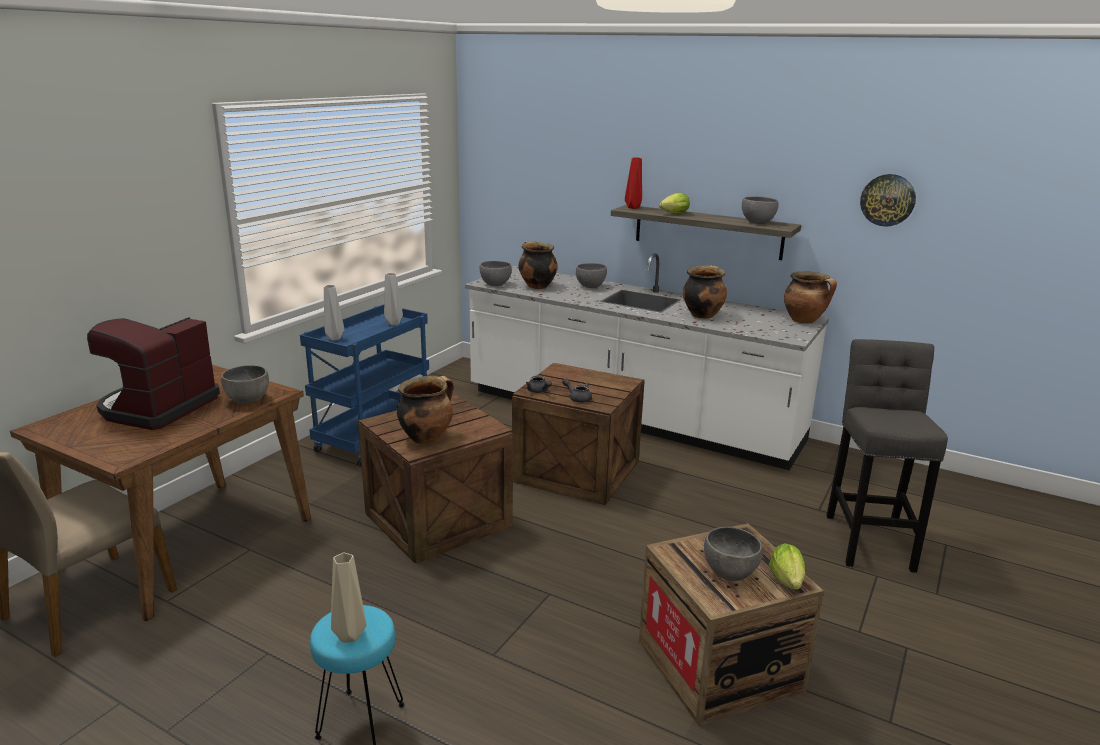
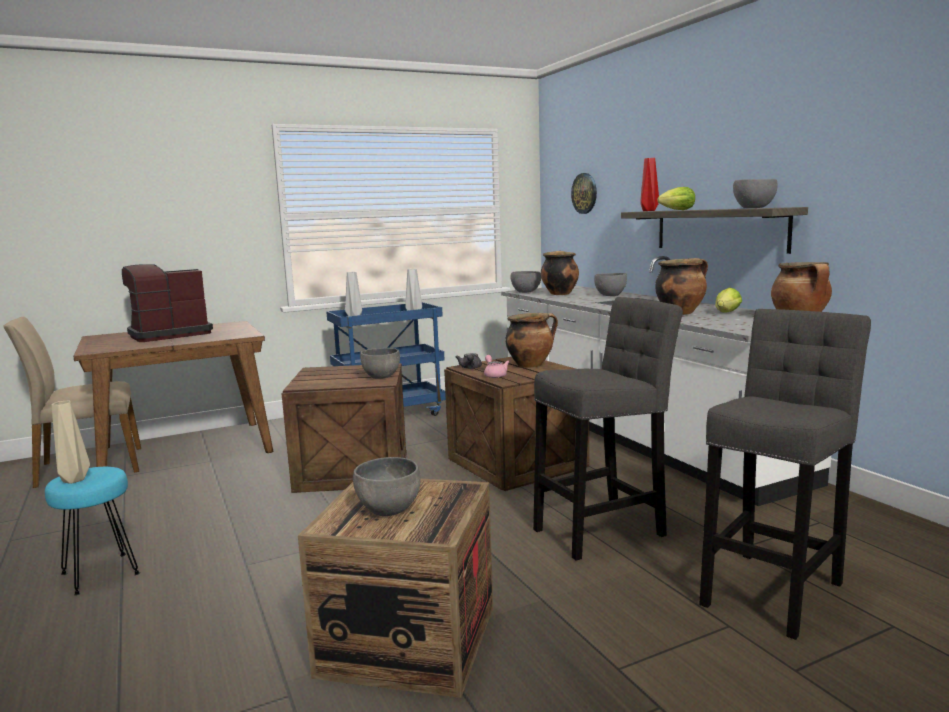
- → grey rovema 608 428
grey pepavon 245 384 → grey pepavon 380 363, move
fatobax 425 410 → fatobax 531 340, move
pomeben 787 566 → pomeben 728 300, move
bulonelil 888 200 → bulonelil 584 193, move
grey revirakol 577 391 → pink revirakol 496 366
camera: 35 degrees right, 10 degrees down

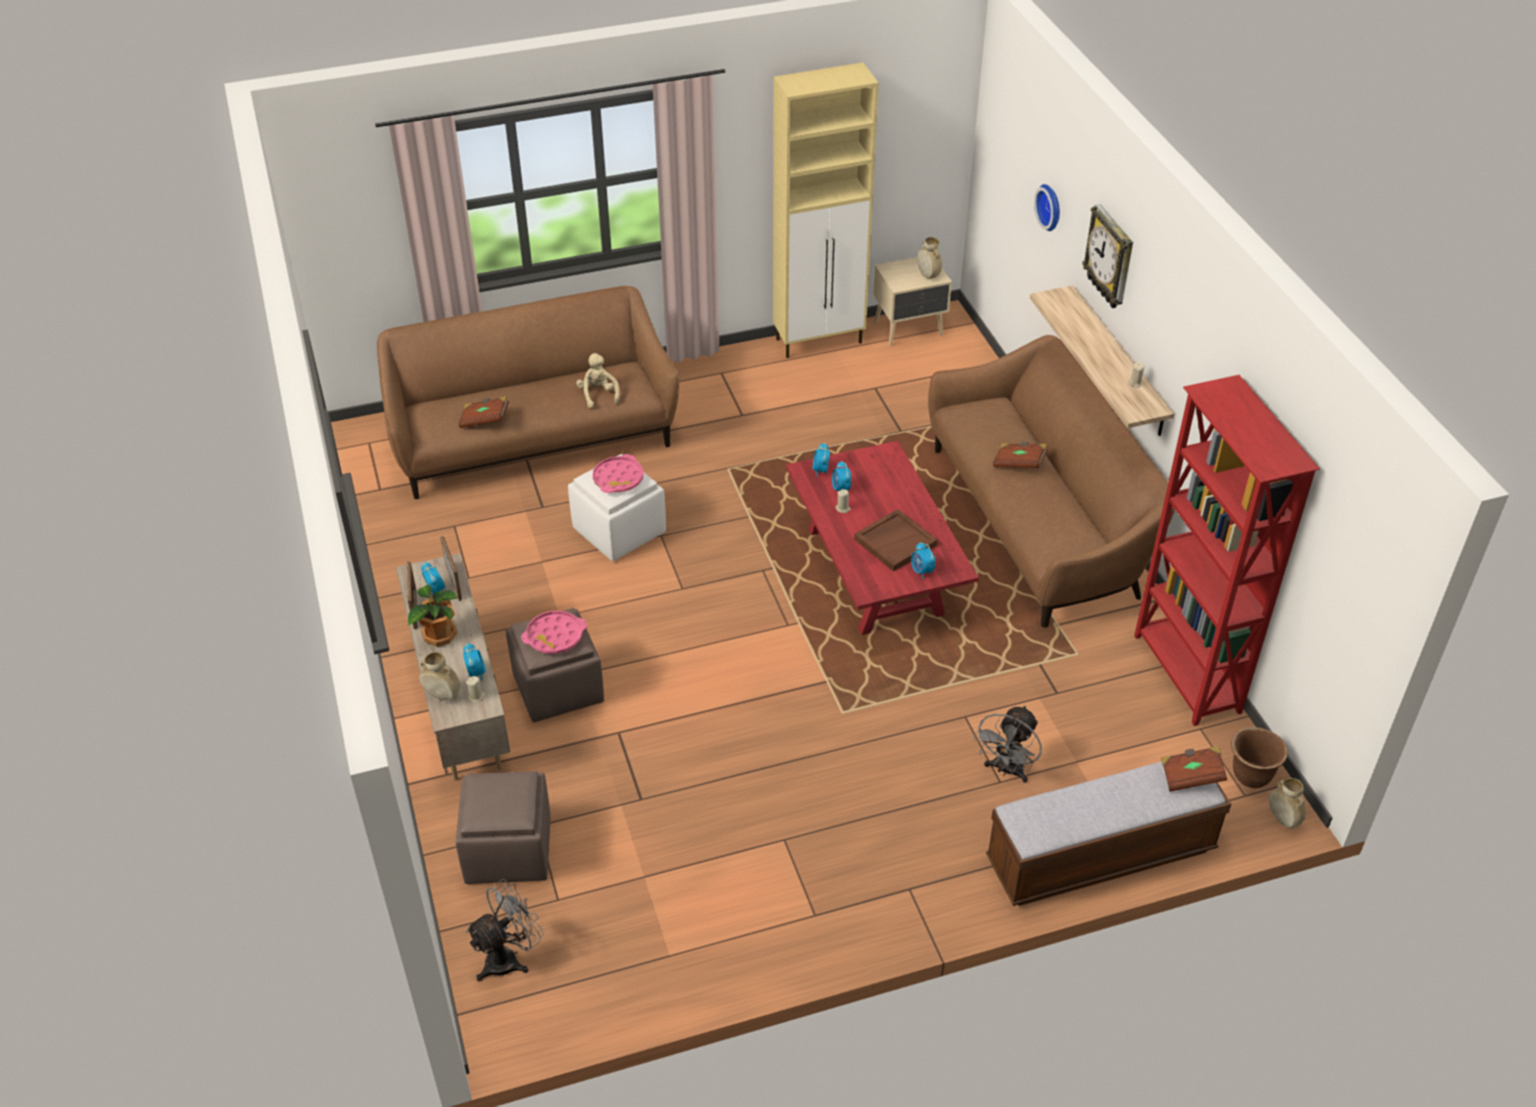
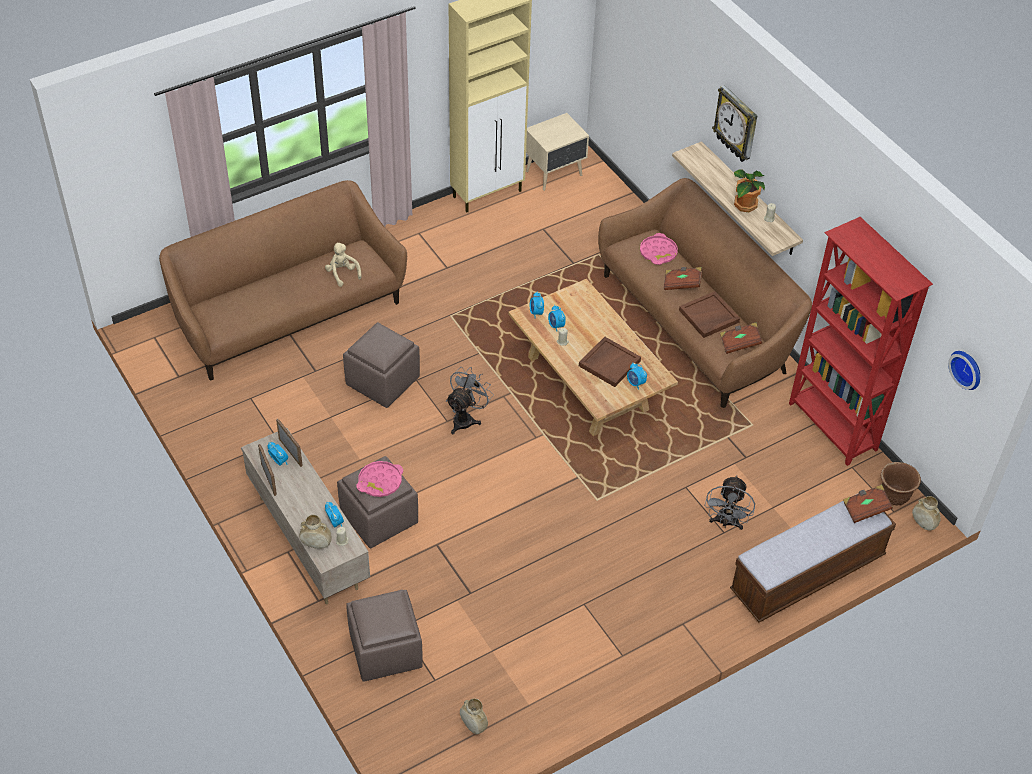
- → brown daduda 709 314
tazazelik 433 616 → tazazelik 749 190, move
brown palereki 483 412 → brown palereki 741 338, move
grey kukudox 505 930 → grey kukudox 470 400, move
pink daduda 618 473 → pink daduda 659 249, move
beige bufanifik 929 258 → beige bufanifik 474 716, move
bulonelil 1047 207 → bulonelil 964 370, move
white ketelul 617 507 → brown ketelul 381 365
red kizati 882 538 → beige kizati 593 357
camera: 15 degrees left, 5 degrees up

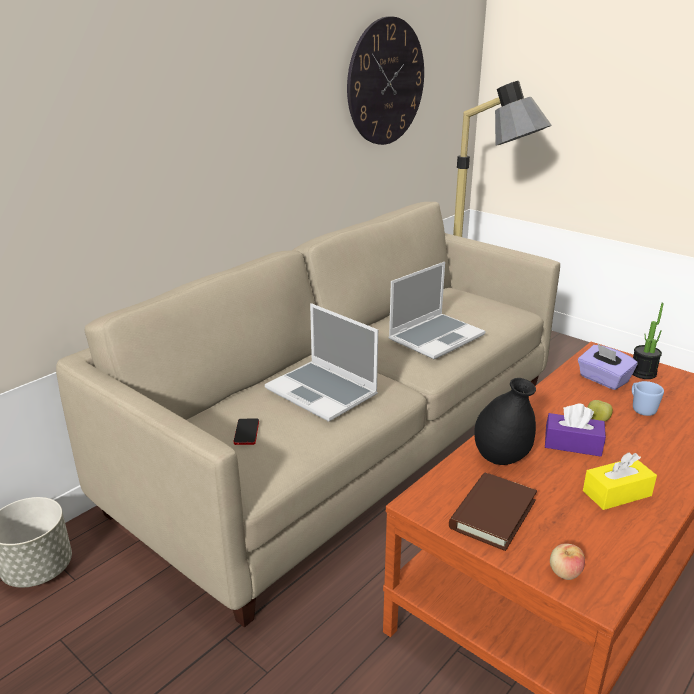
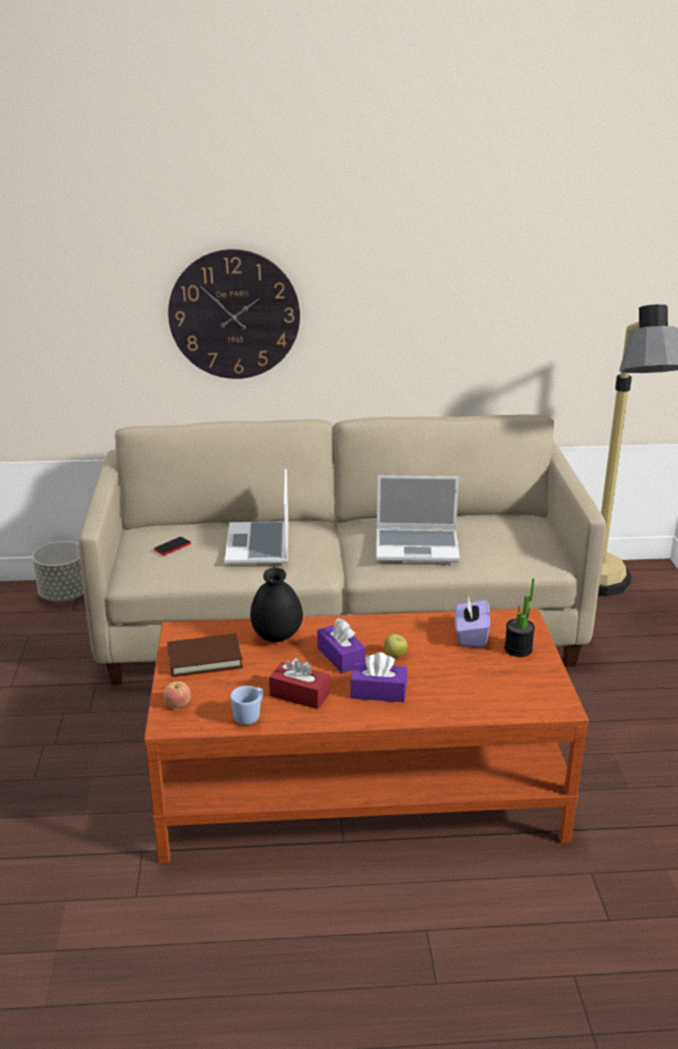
- → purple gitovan 378 677
bulonelil 385 80 → bulonelil 234 314, move
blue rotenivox 648 398 → blue rotenivox 246 705, move
yellow gitovan 620 481 → red gitovan 299 683
camera: 45 degrees right, 0 degrees up

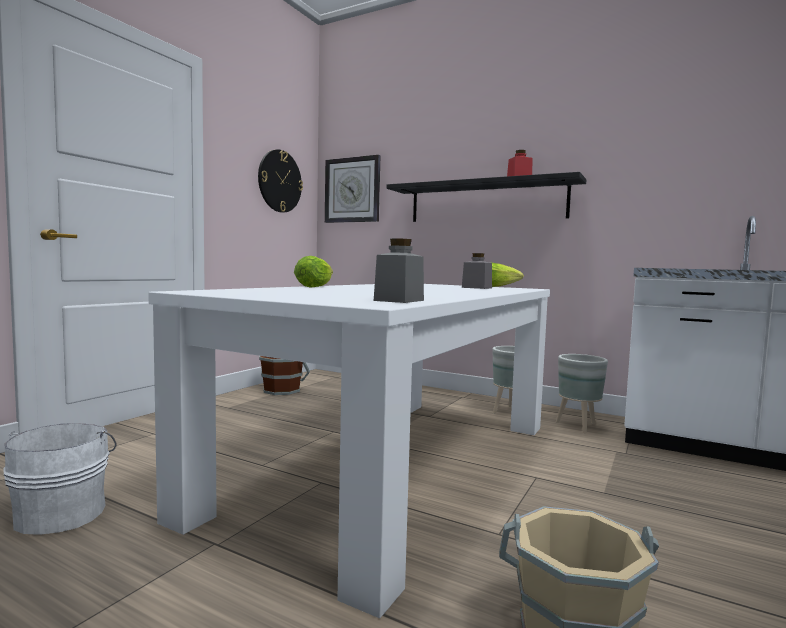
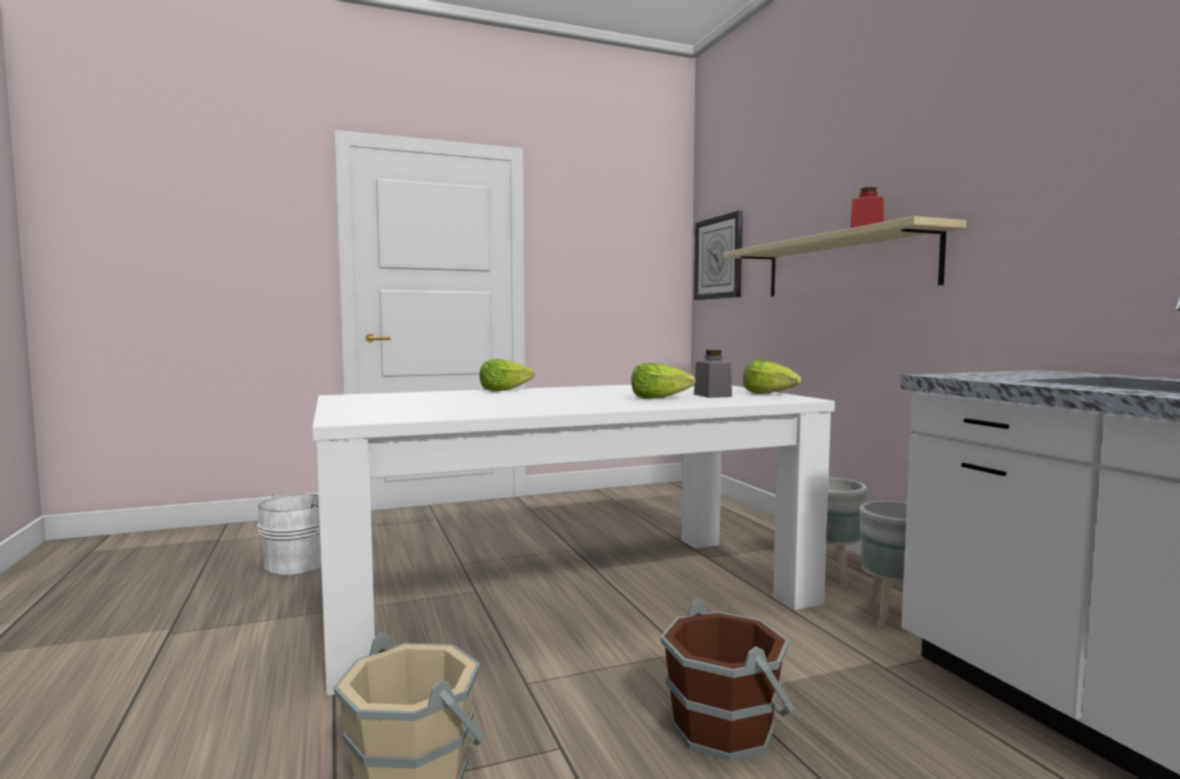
bulonelil 280 180 → -
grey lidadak 399 270 → -
- → pomeben 664 381
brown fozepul 284 375 → brown fozepul 728 680, move
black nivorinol 487 197 → beige nivorinol 845 256
camera: 40 degrees right, 0 degrees up

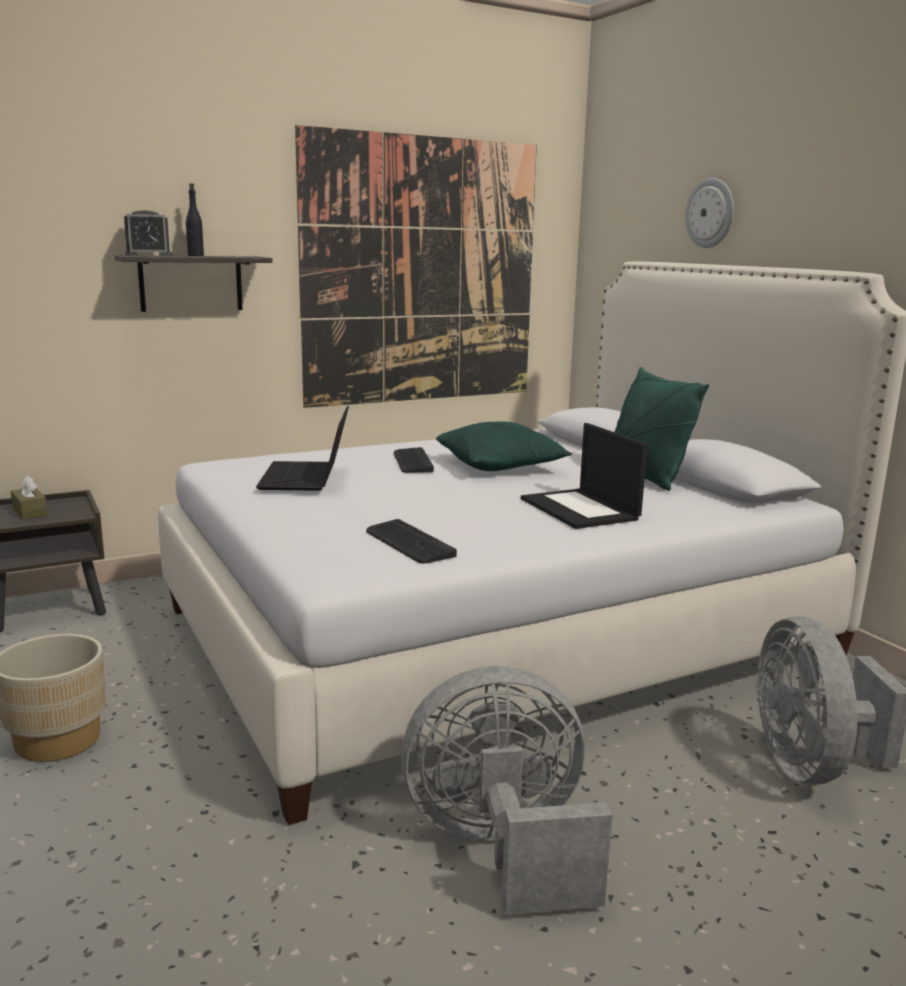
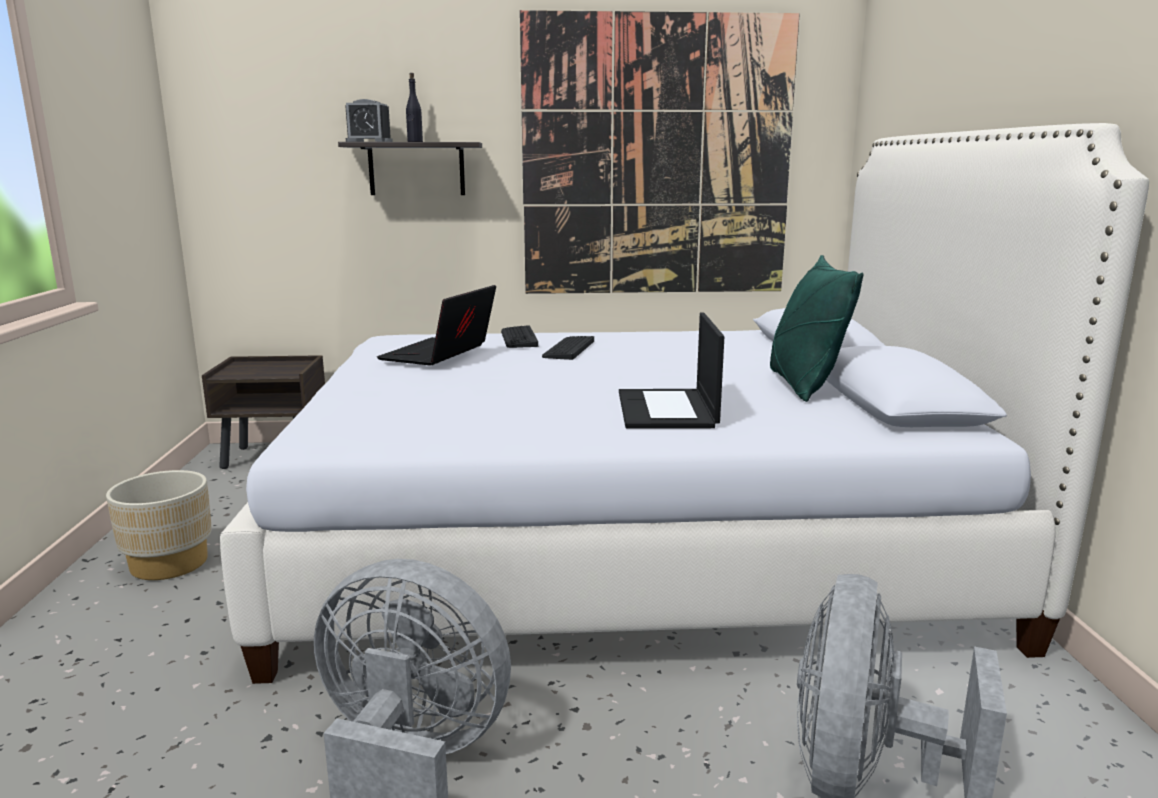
brown gitovan 29 498 → -
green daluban 504 446 → -
bulonelil 709 213 → -
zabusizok 411 541 → zabusizok 519 336, move
camera: 25 degrees right, 0 degrees up

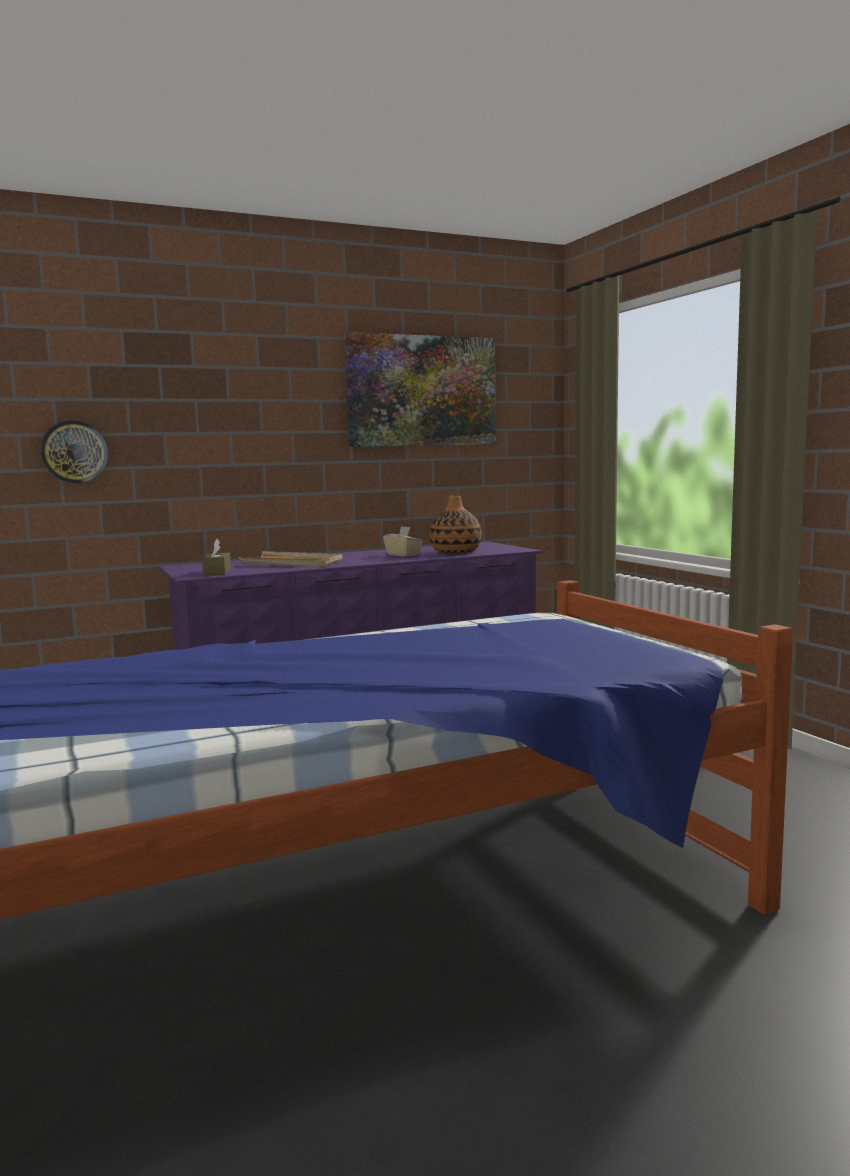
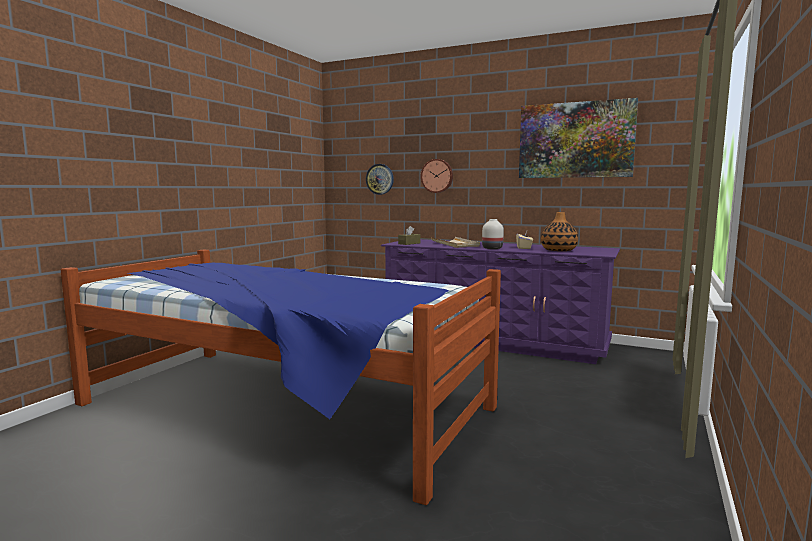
- → bulonelil 437 176
- → white bufanifik 493 234
camera: 50 degrees right, 0 degrees up

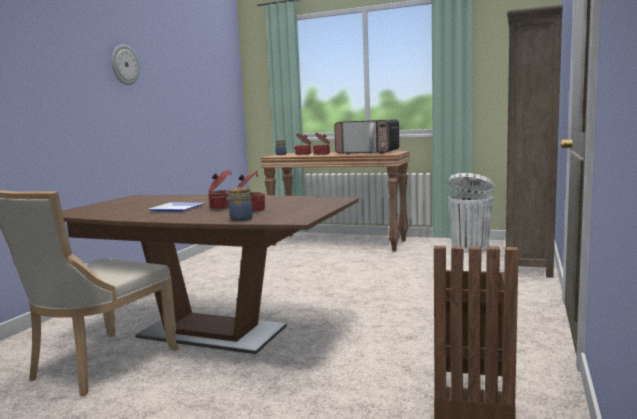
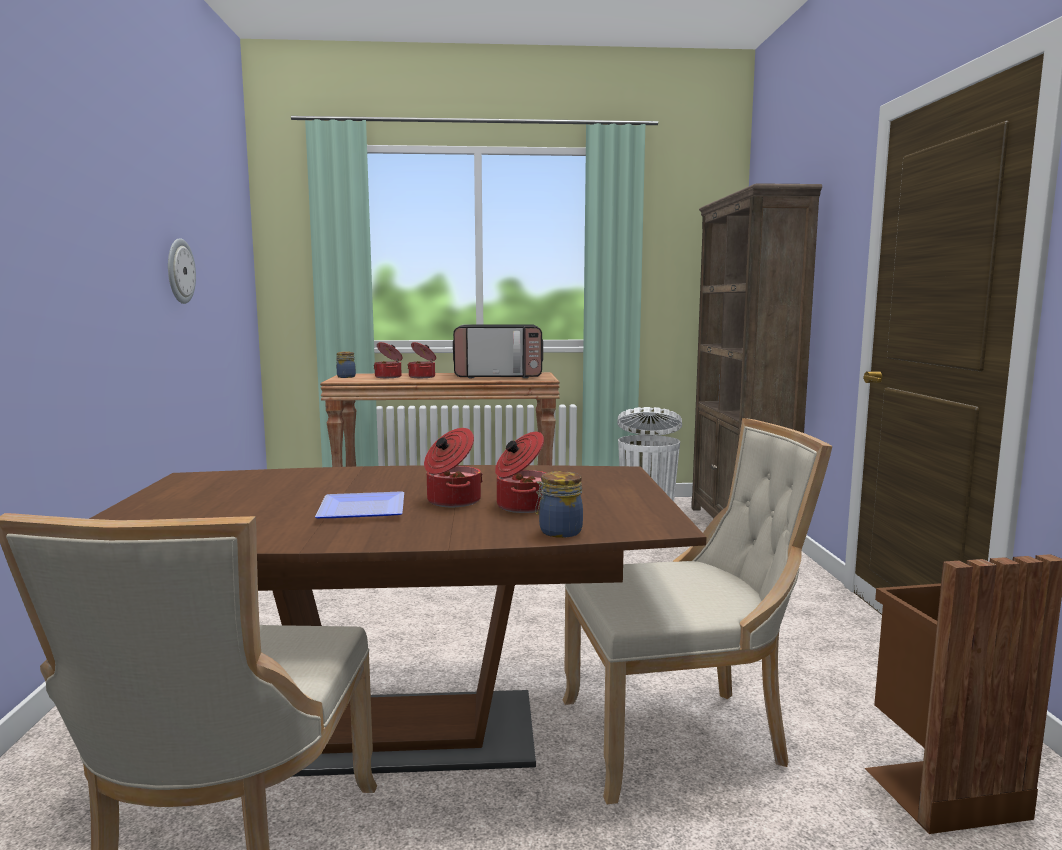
- → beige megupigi 697 611
bulonelil 125 64 → bulonelil 182 271, move
camera: 25 degrees left, 0 degrees up

